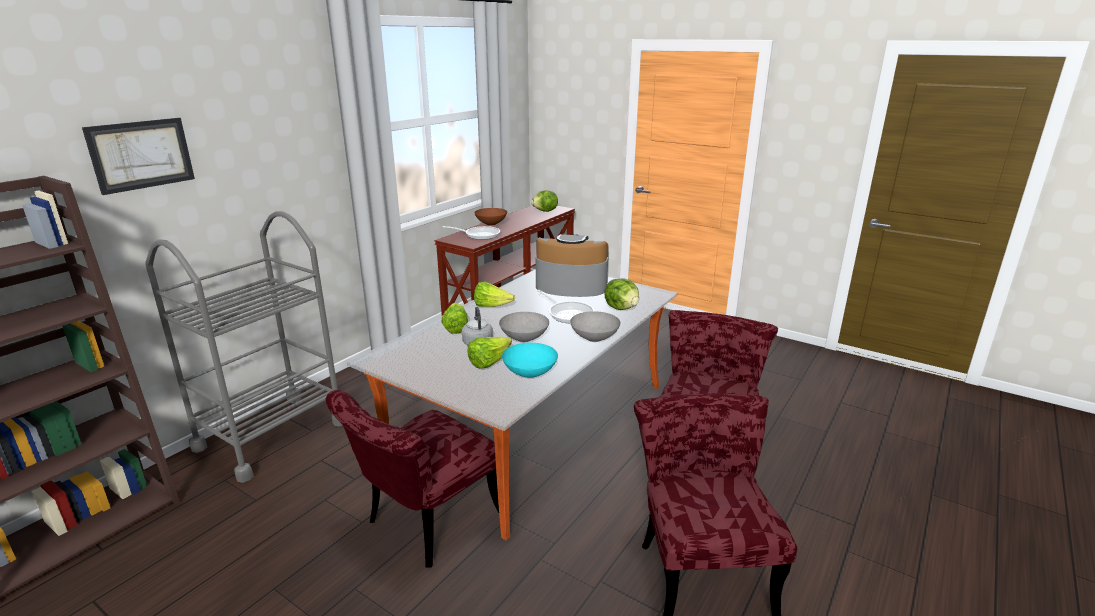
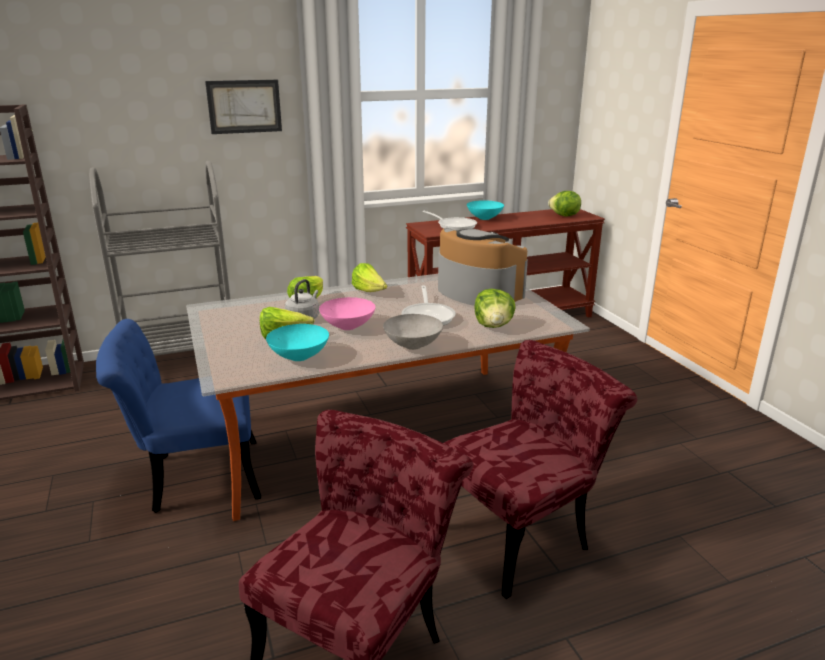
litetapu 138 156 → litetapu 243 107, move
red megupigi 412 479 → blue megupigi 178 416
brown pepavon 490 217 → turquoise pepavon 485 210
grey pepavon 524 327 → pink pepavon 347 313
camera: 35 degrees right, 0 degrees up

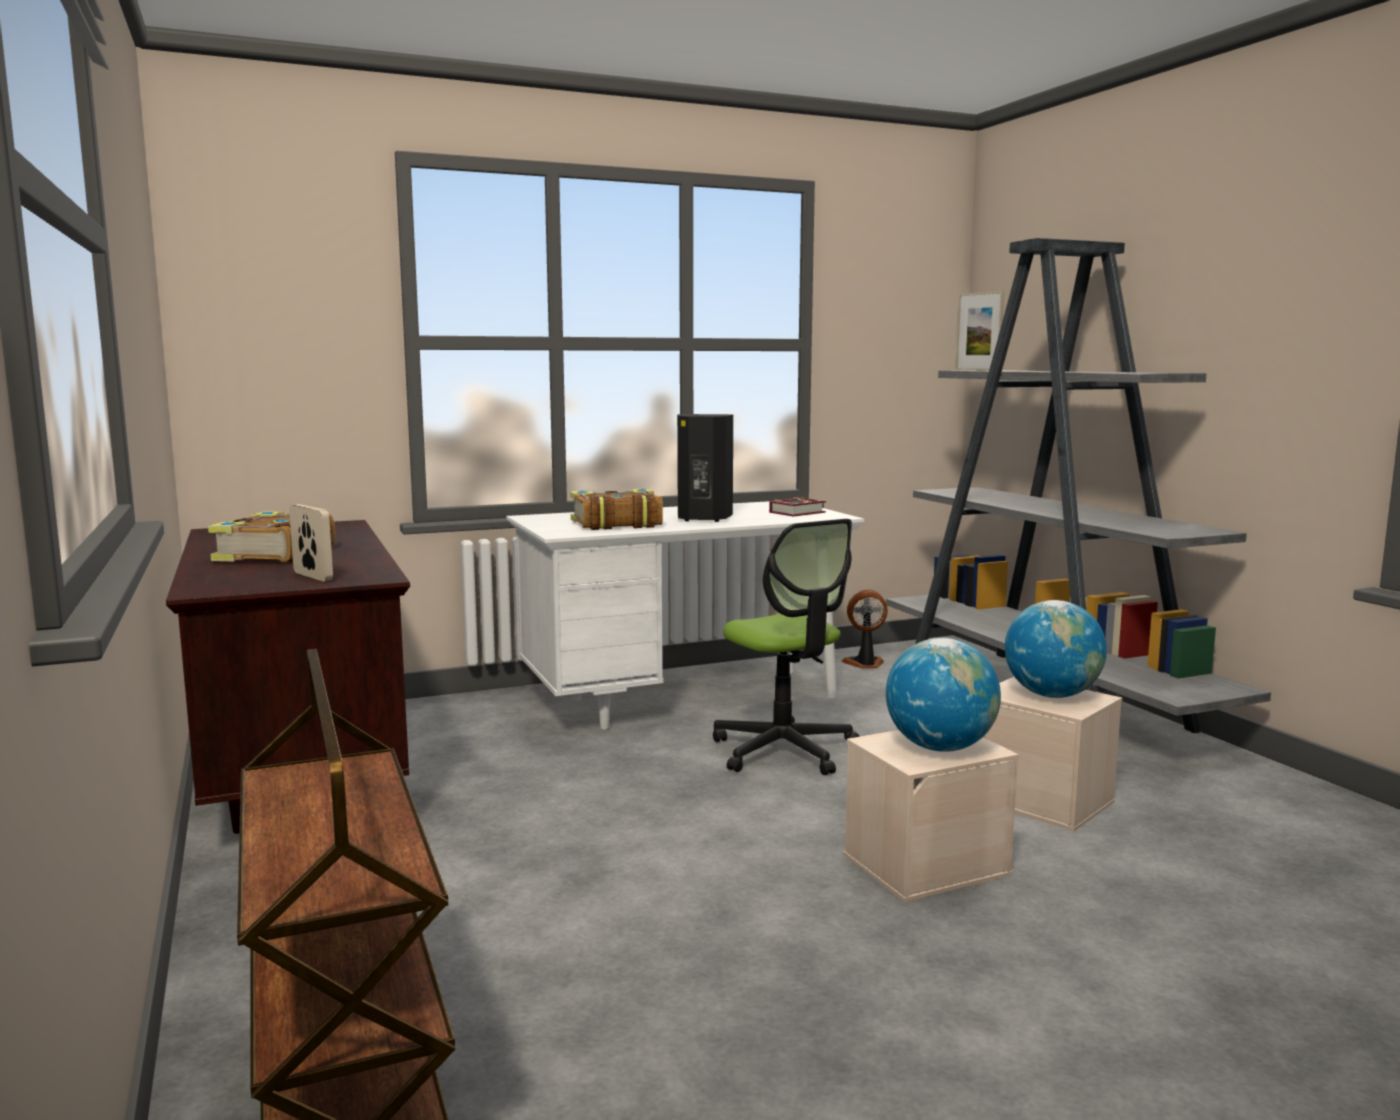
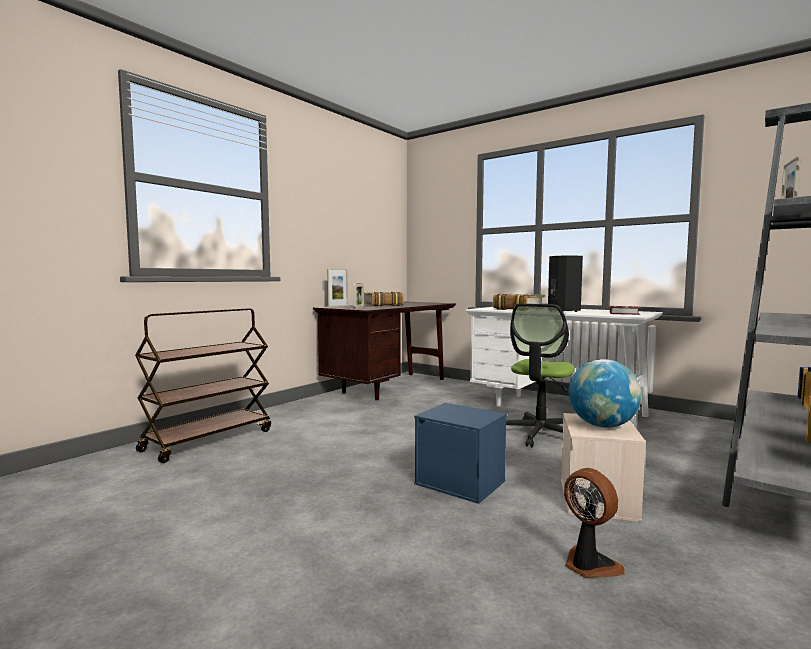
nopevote 943 695 → -
- → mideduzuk 337 288
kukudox 864 629 → kukudox 594 523, move
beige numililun 931 816 → blue numililun 460 453
camera: 60 degrees right, 5 degrees down

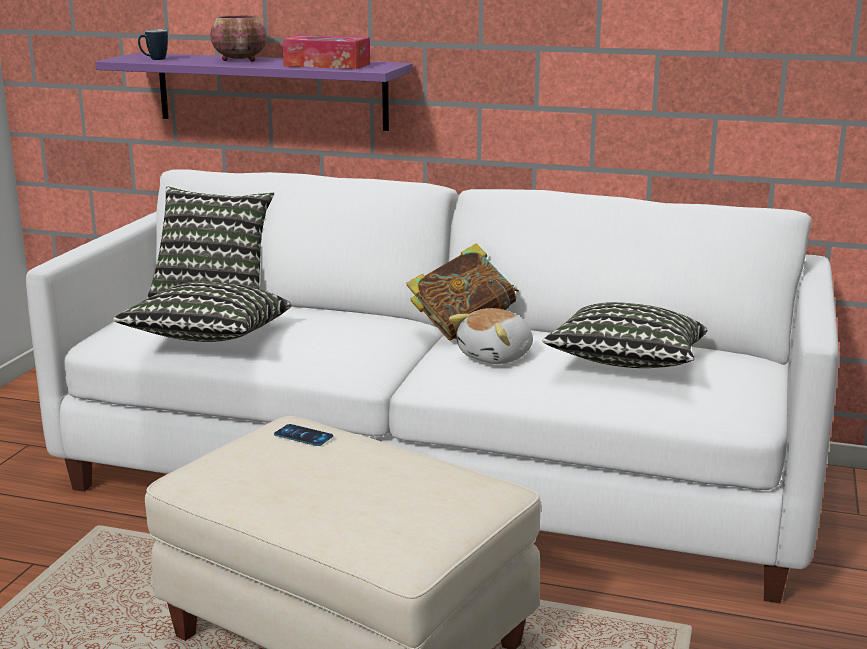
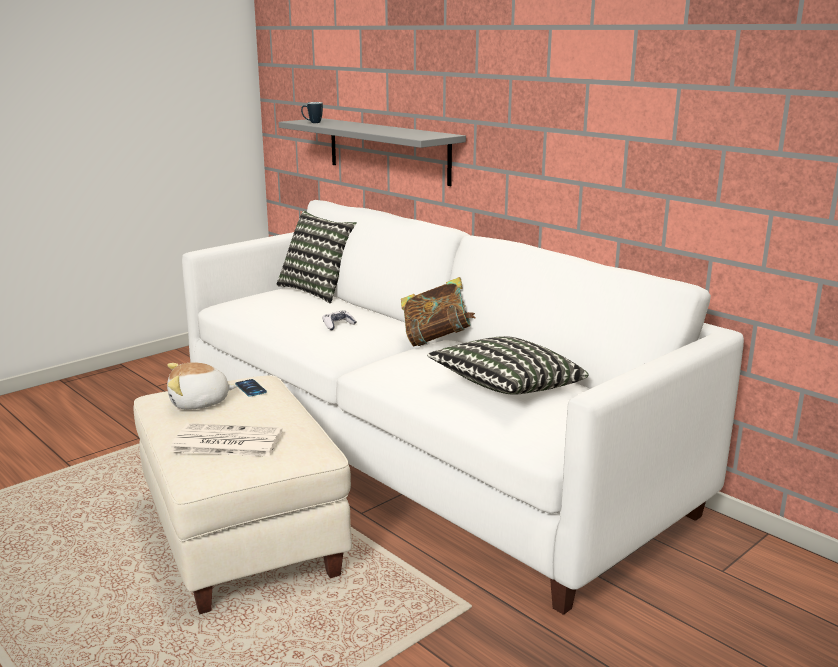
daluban 202 311 → -
pepavon 238 38 → -
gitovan 326 52 → -
- → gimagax 226 440
- → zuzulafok 339 320
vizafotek 491 336 → vizafotek 202 386, move
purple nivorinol 253 92 → grey nivorinol 372 152
camera: 30 degrees right, 0 degrees up

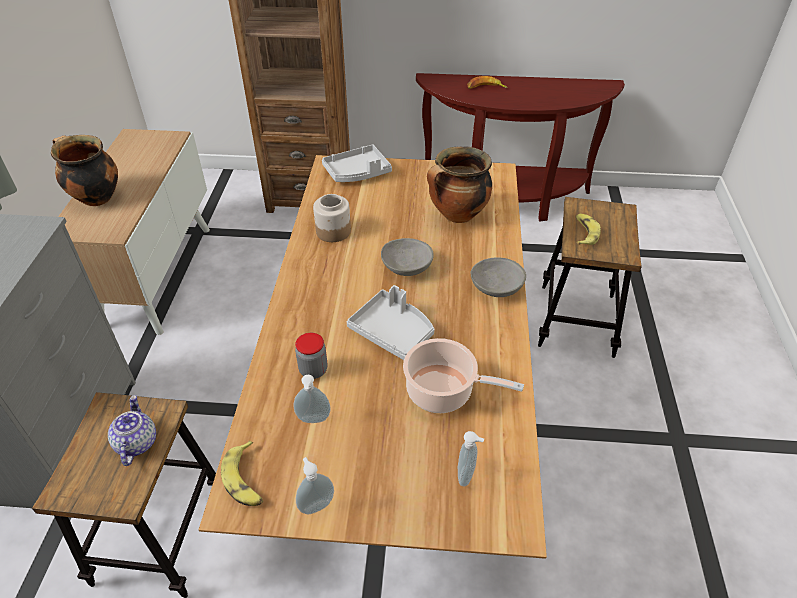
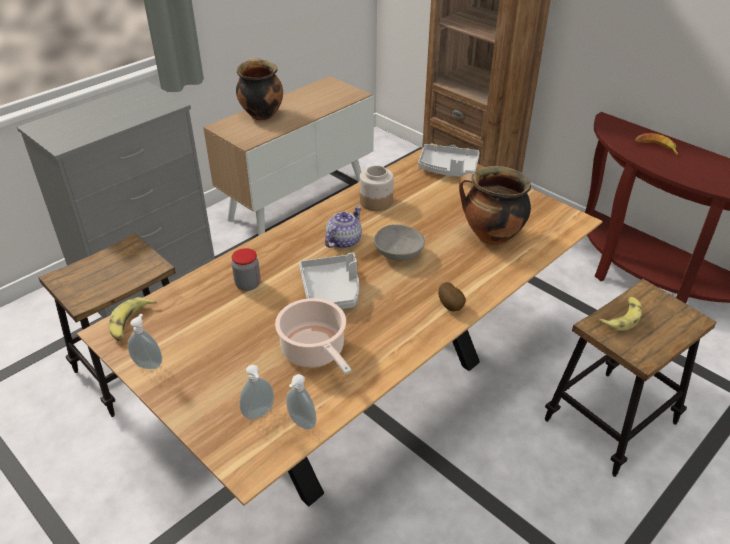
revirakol 132 430 → revirakol 343 227, move
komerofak 312 399 → komerofak 301 402, move
grey pepavon 498 277 → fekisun 452 297
camera: 40 degrees right, 5 degrees down

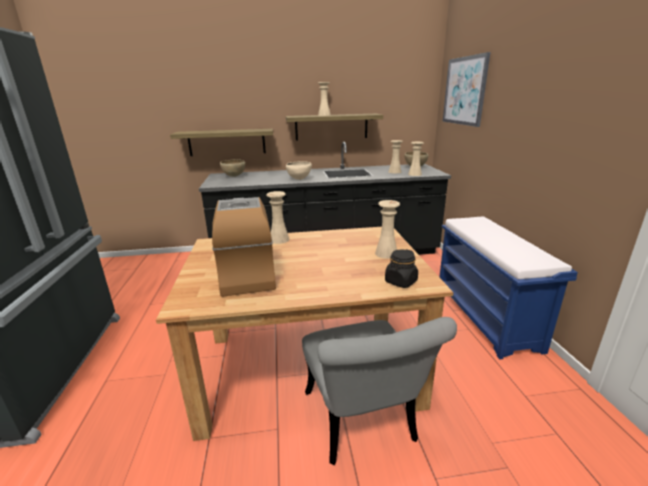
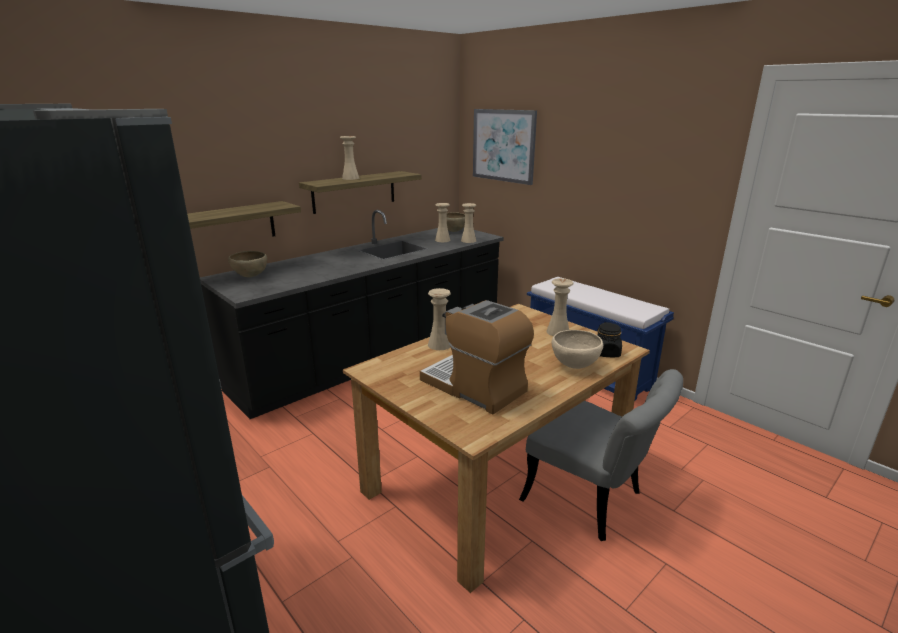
beige pepavon 299 170 → beige pepavon 577 349, move
camera: 35 degrees left, 0 degrees up

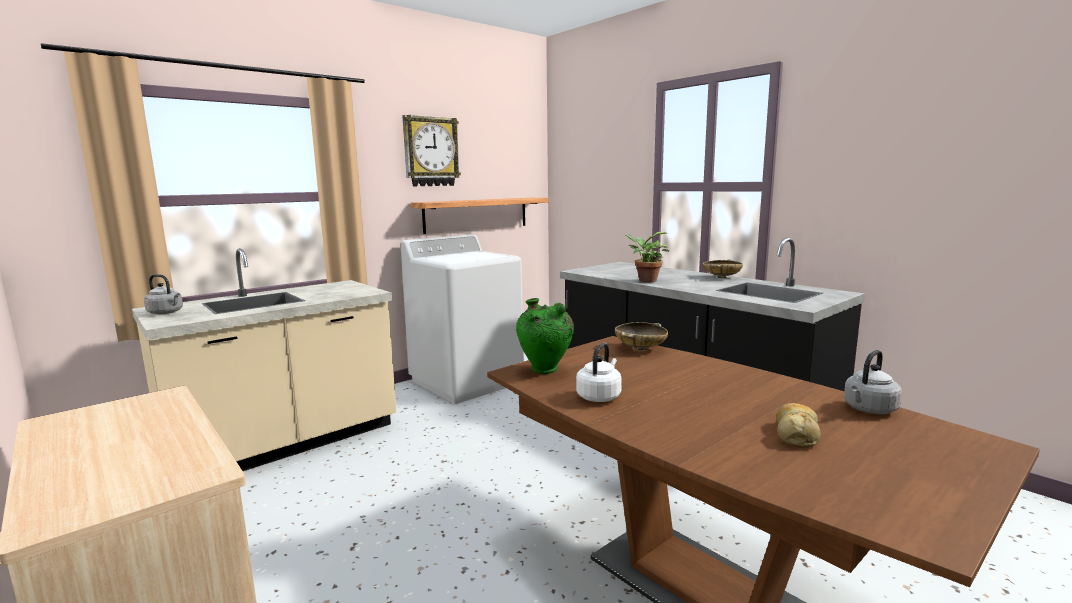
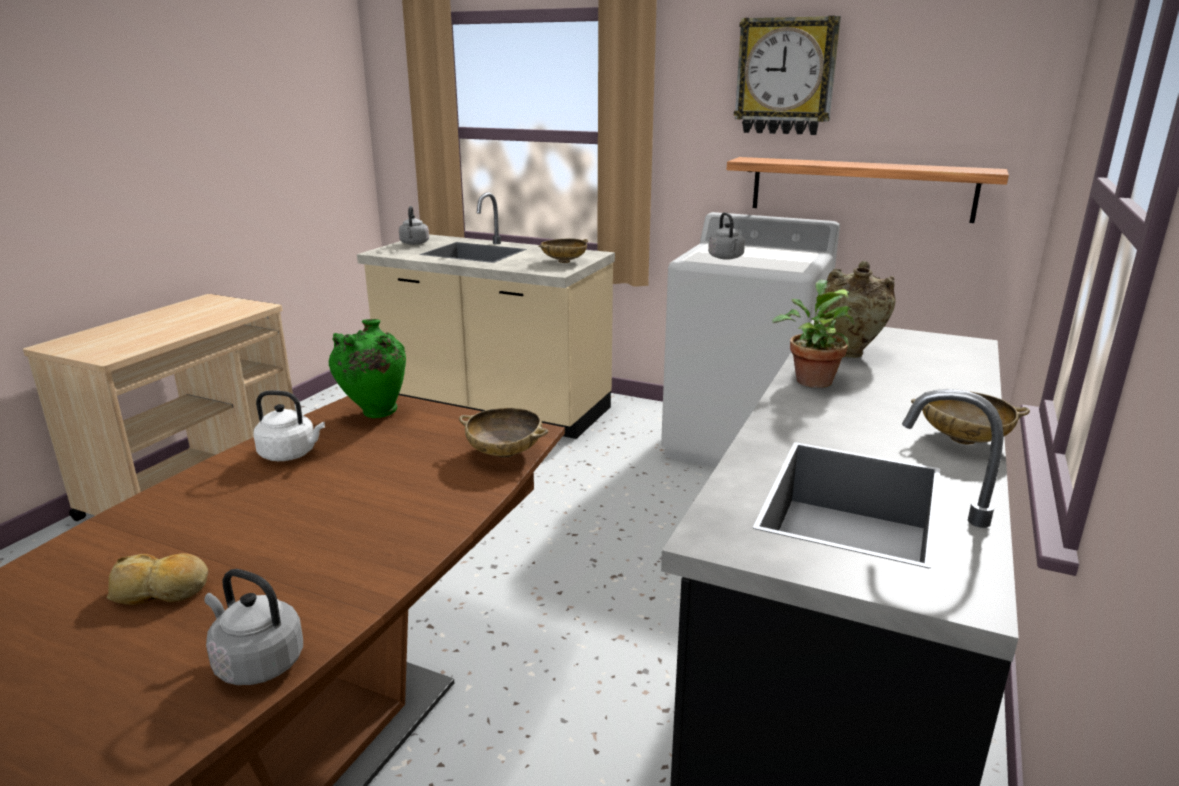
- → beige pepavon 563 251
- → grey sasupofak 726 236
- → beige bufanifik 859 309
camera: 65 degrees right, 10 degrees up

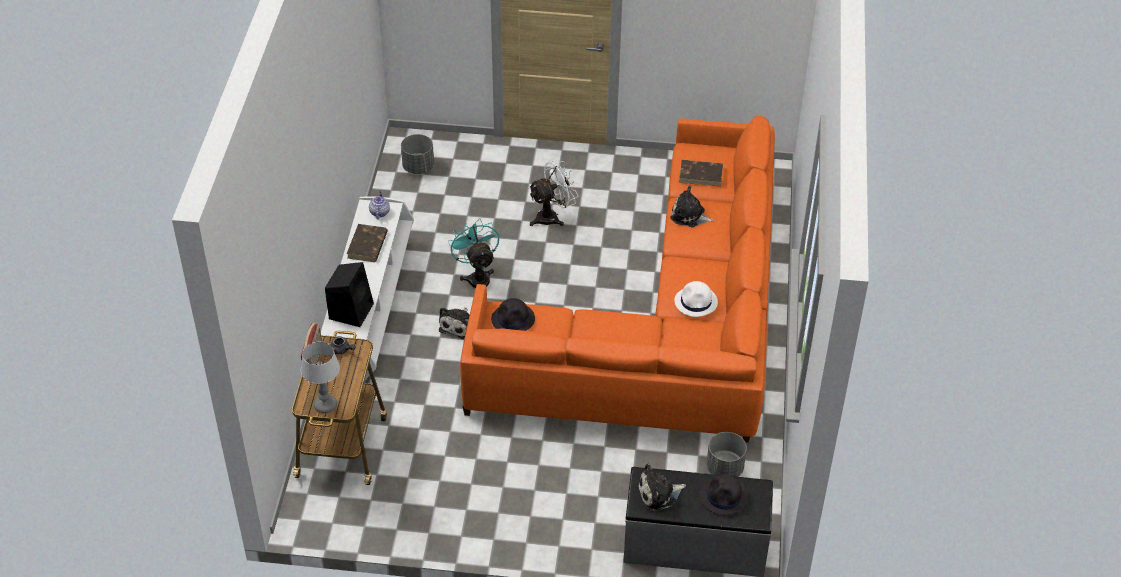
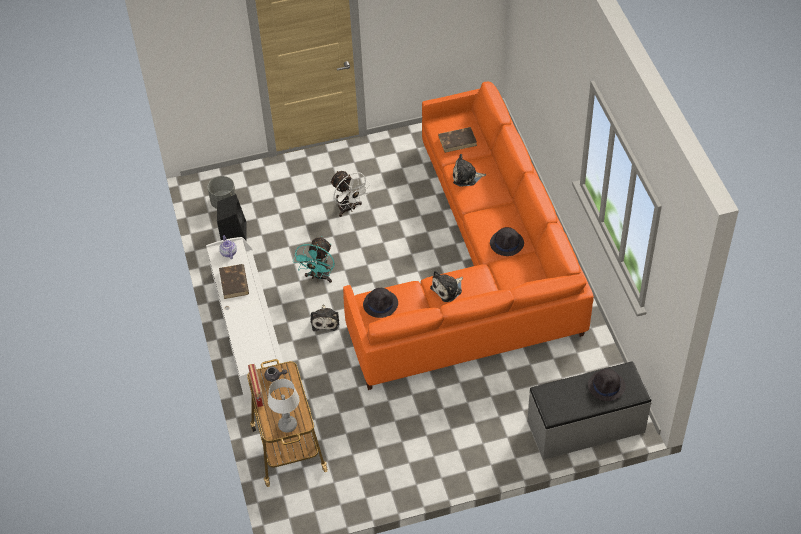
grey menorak 727 454 → -
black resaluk 349 294 → black resaluk 231 217, move
vizafotek 661 487 → vizafotek 446 286, move
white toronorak 696 299 → black toronorak 507 241
turquoise kukudox 473 253 → turquoise kukudox 314 259, 120 degrees counterclockwise
white kukudox 553 193 → white kukudox 350 194, 105 degrees clockwise
camera: 20 degrees left, 5 degrees up

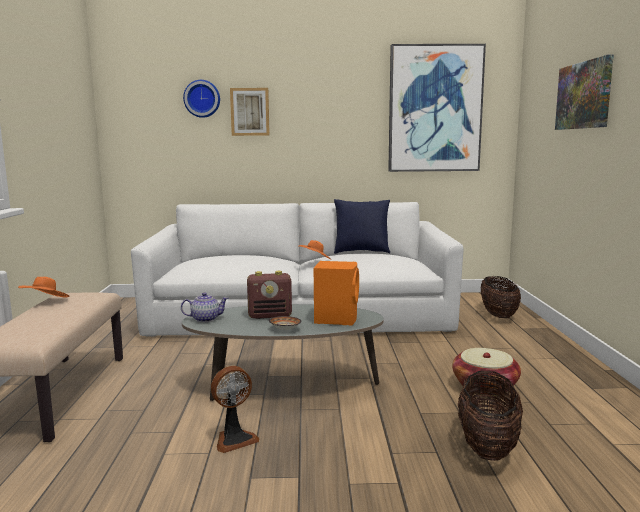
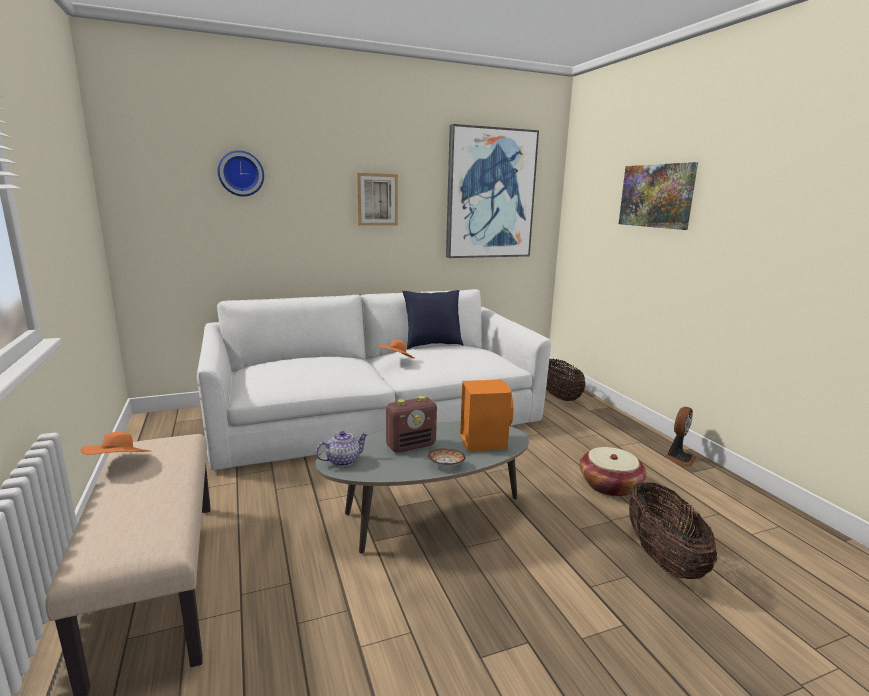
kukudox 235 409 → kukudox 681 437, move
litetapu 250 112 → litetapu 377 199, move
camera: 20 degrees left, 5 degrees up

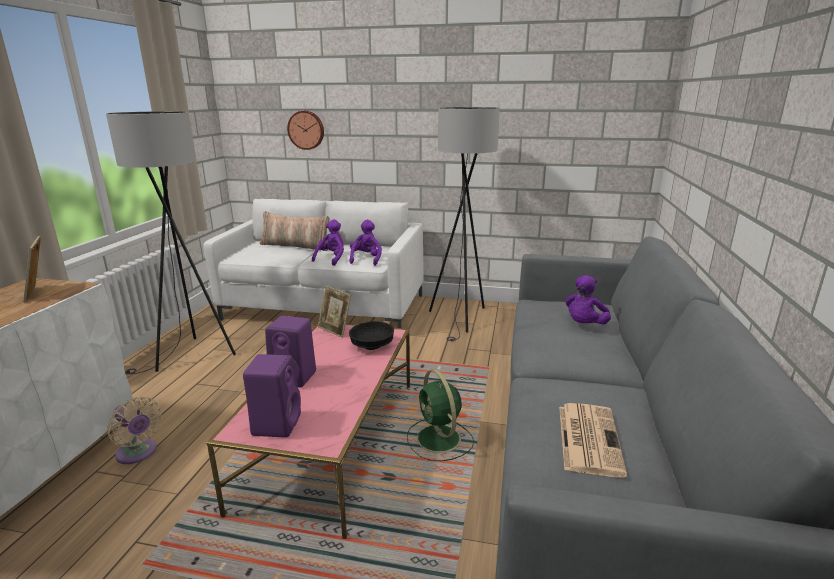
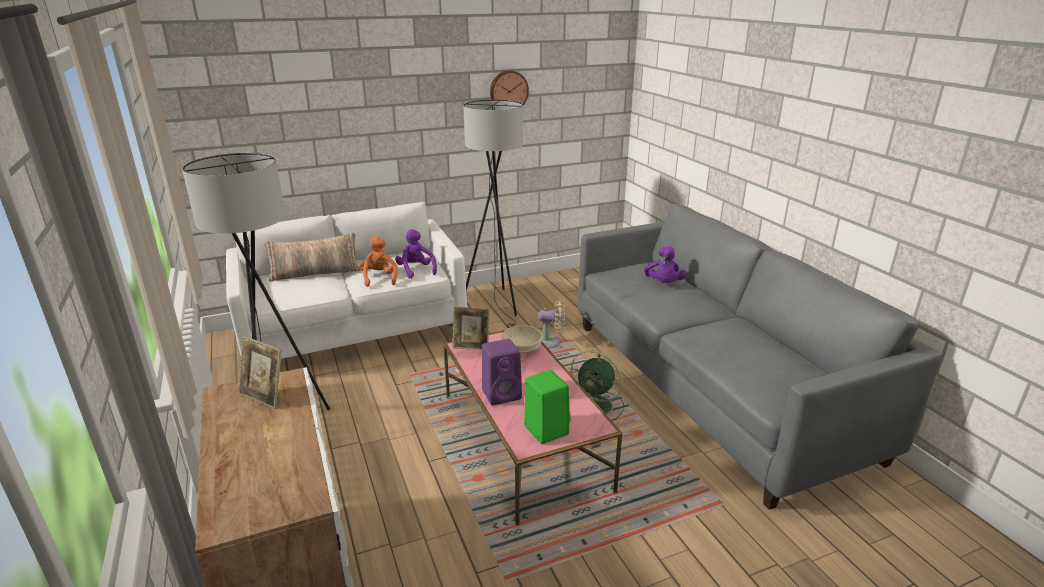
gimagax 593 440 → -
beige kukudox 134 430 → beige kukudox 552 323, move
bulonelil 305 130 → bulonelil 509 87, move
purple resaluk 272 396 → green resaluk 547 407
purple vizafotek 328 243 → orange vizafotek 378 261
black pepavon 371 335 → beige pepavon 522 339
camera: 35 degrees left, 5 degrees up

